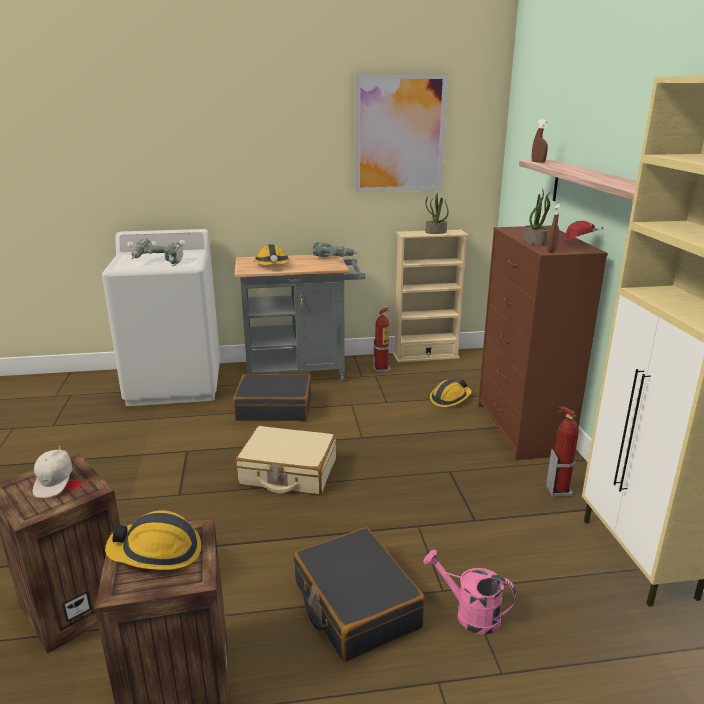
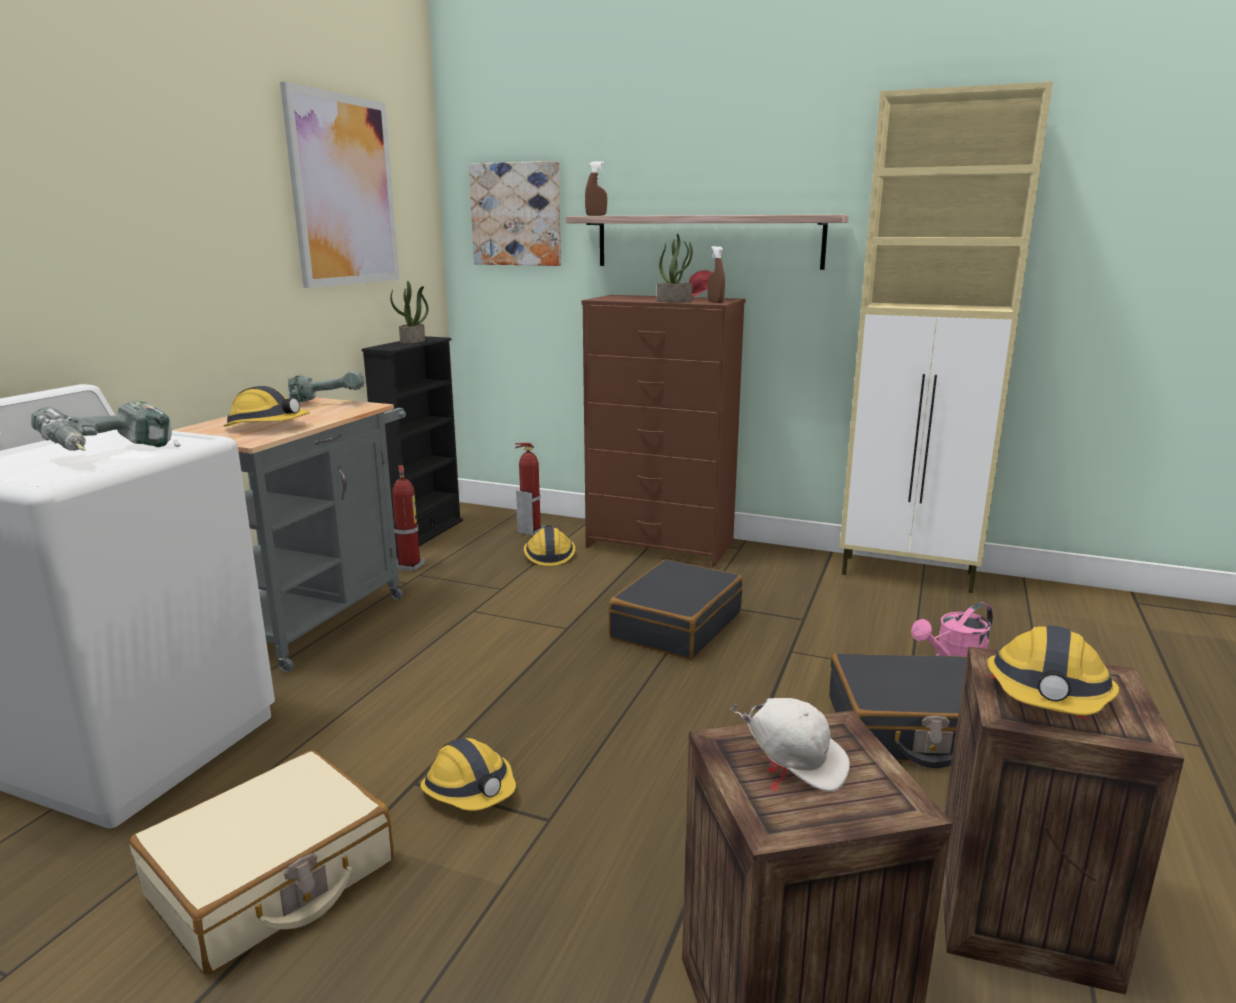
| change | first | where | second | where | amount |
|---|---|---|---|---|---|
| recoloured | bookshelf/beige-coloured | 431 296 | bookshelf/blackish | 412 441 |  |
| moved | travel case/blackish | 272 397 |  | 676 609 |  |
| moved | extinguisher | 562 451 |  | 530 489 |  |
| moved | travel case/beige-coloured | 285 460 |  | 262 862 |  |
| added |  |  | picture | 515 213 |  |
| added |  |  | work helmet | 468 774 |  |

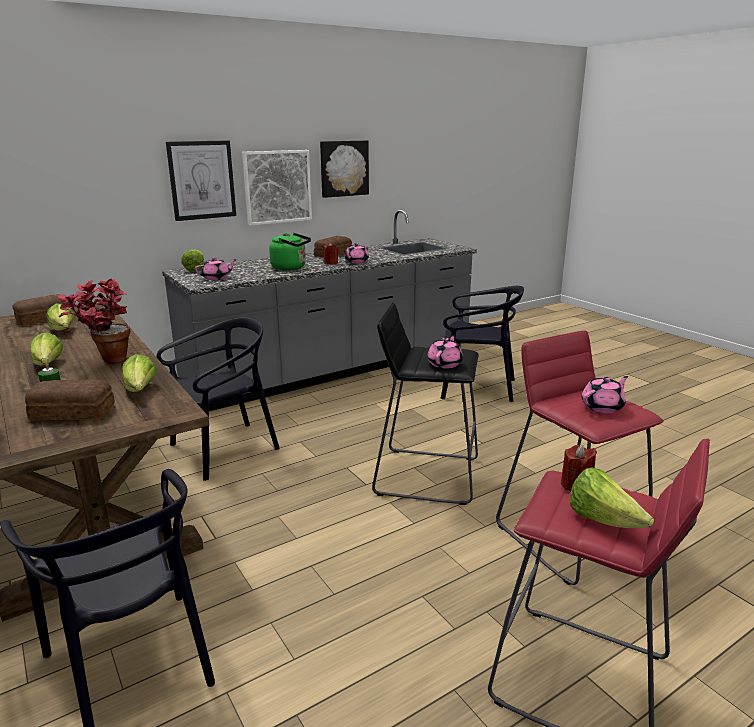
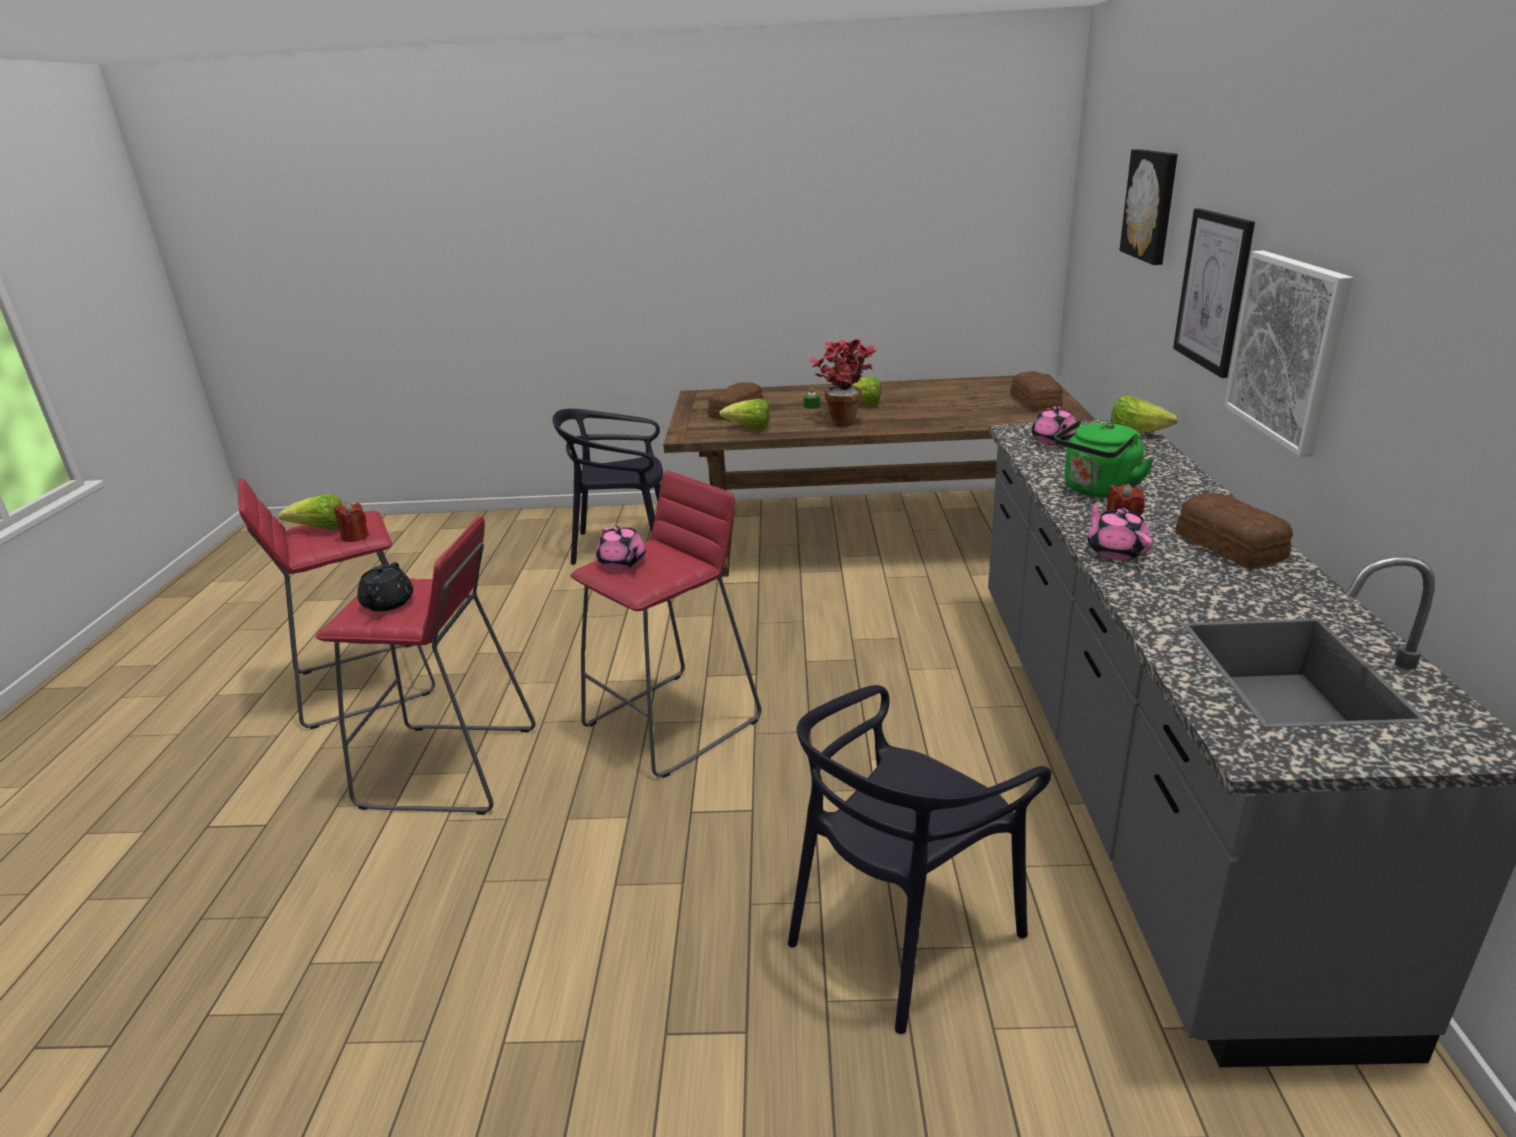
| change | first | where | second | where | amount |
|---|---|---|---|---|---|
| moved | picture | 344 169 |  | 1148 207 |  |
| recoloured | stool seat/blackish | 425 404 | stool seat/reddish | 665 624 |  |
| removed | lettuce head | 60 317 |  |  |  |
| removed | plain chair/blackish | 218 399 |  |  |  |
| recoloured | teapot/pink-coloured | 604 394 | teapot/blackish | 385 587 |  |

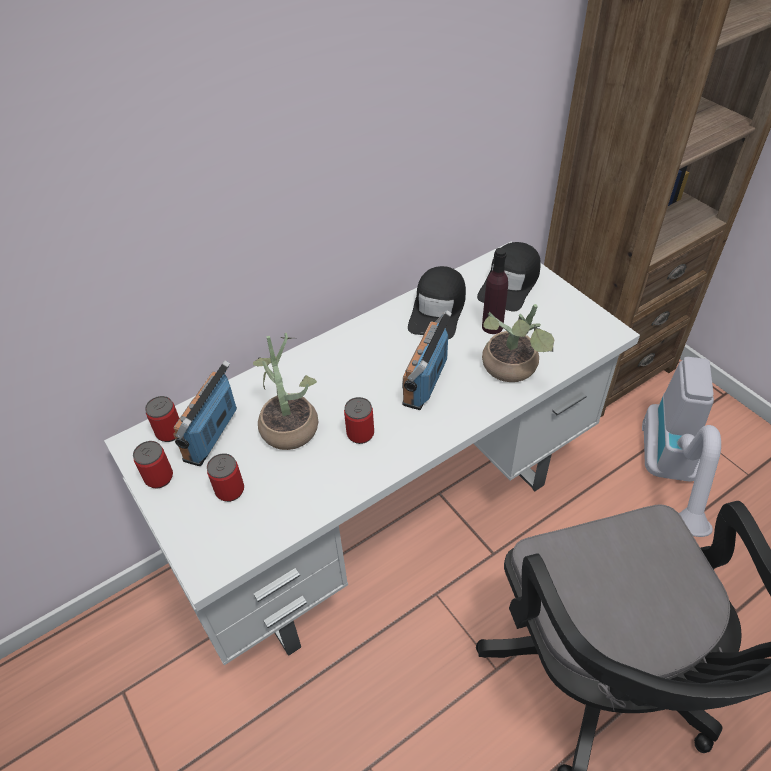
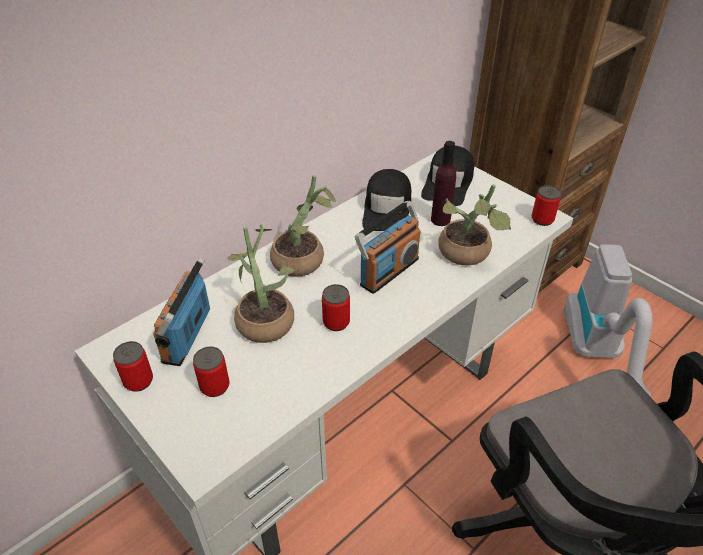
| change | first | where | second | where | amount |
|---|---|---|---|---|---|
| turned | radio | 427 360 |  | 387 247 | 150 degrees counterclockwise |
| moved | metal can | 162 419 |  | 546 205 |  |
| added |  |  | houseplant | 303 226 |  |

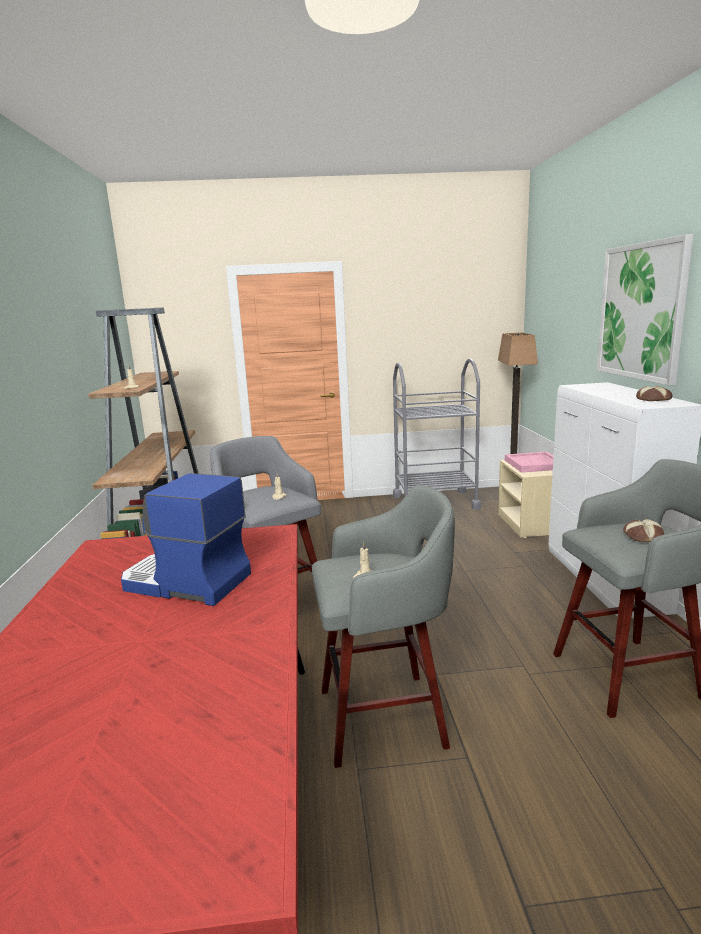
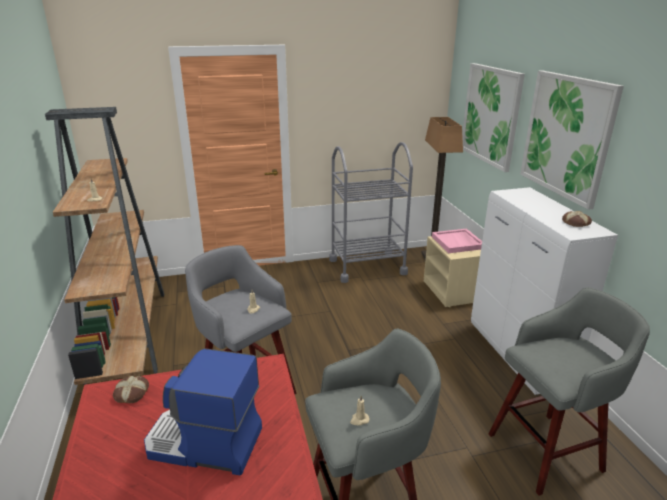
| change | first | where | second | where | amount |
|---|---|---|---|---|---|
| moved | baked bread | 643 530 |  | 131 389 |  |
| added |  |  | picture | 493 117 |  |

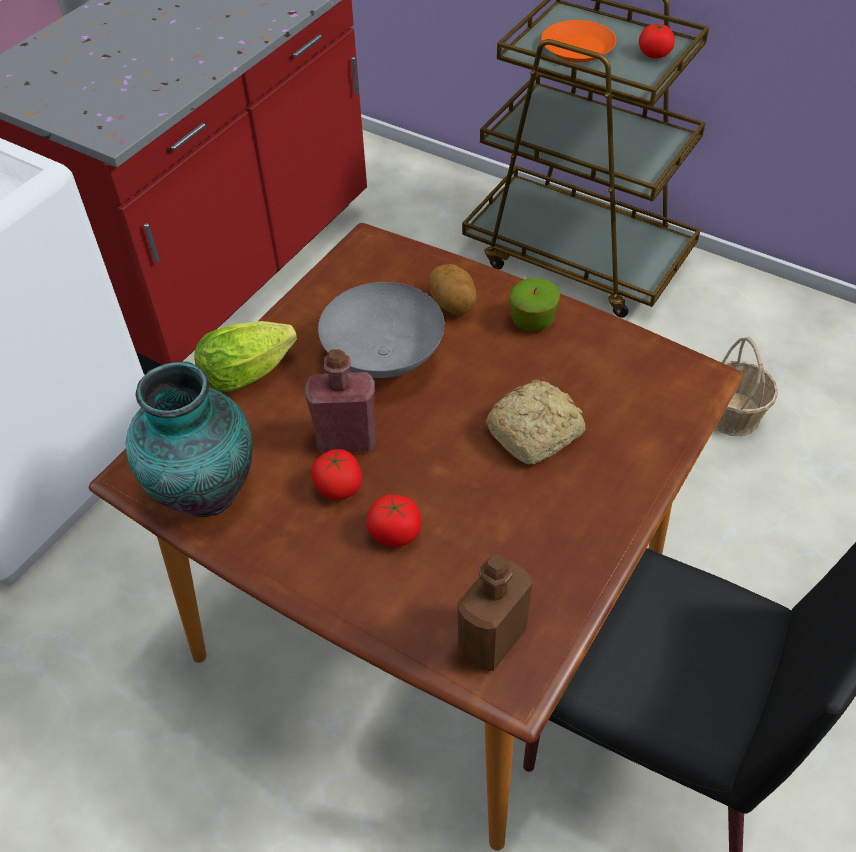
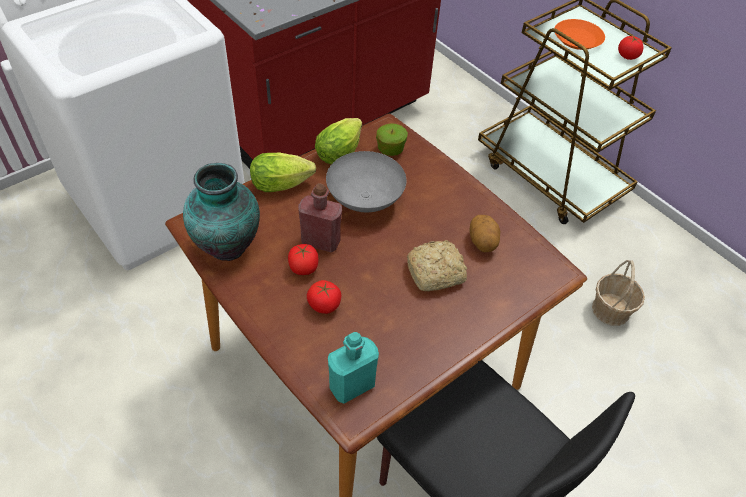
| change | first | where | second | where | amount |
|---|---|---|---|---|---|
| moved | spud | 452 289 |  | 484 233 |  |
| moved | apple fruit | 534 304 |  | 392 139 |  |
| recoloured | beverage bottle/brown | 494 612 | beverage bottle/turquoise | 353 368 |  |
| added |  |  | lettuce head | 338 141 |  |

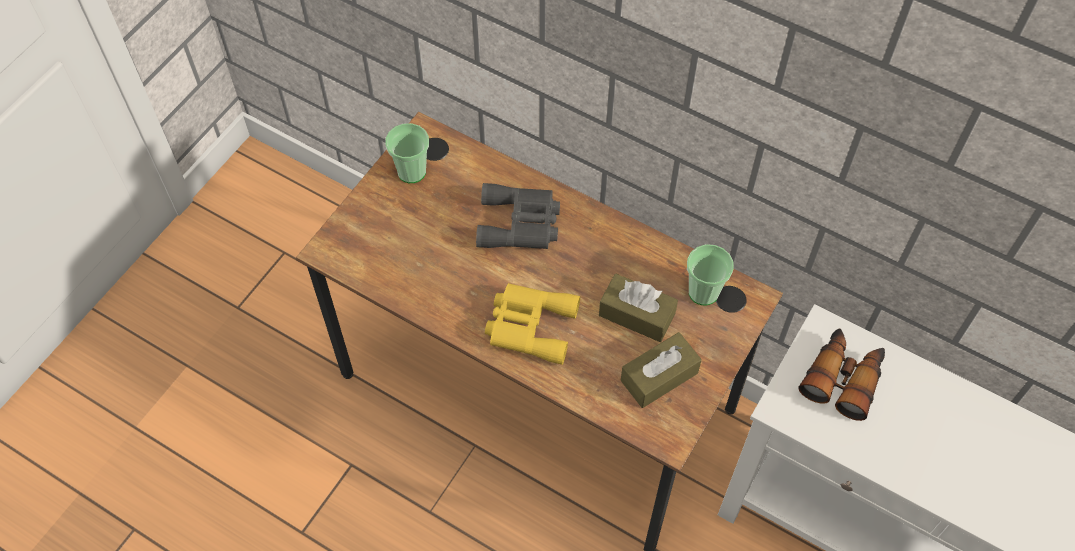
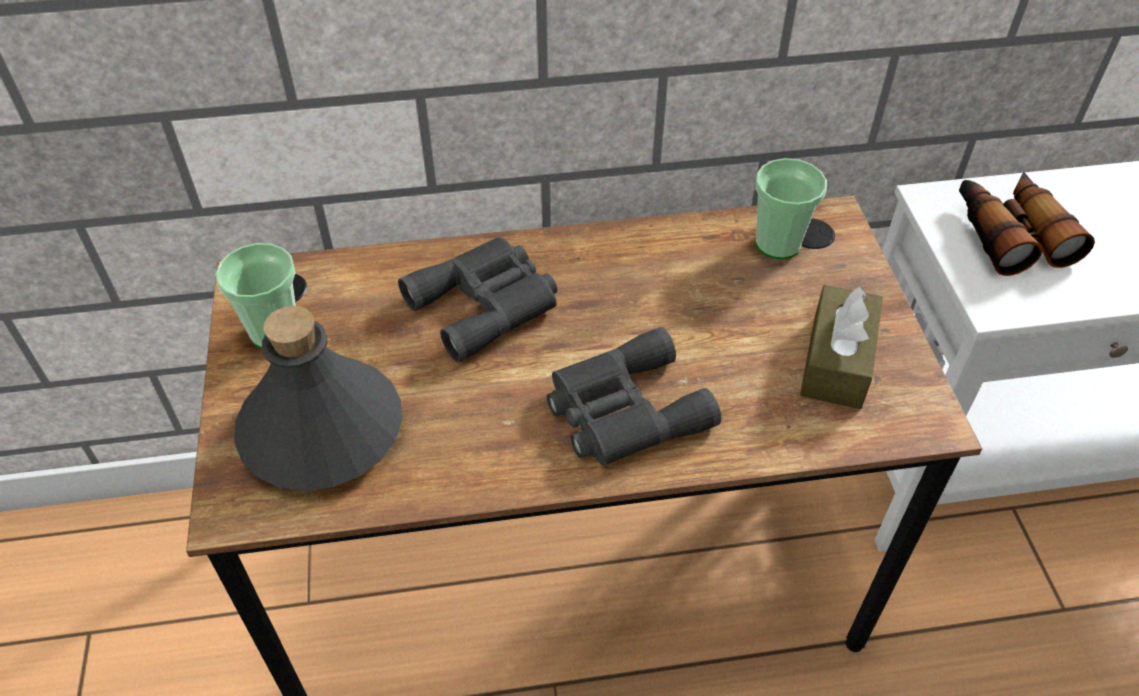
| change | first | where | second | where | amount |
|---|---|---|---|---|---|
| removed | box of tissues/brown | 638 308 |  |  |  |
| recoloured | field glasses/yellow-coloured | 532 324 | field glasses/greyish | 634 396 |  |
| added |  |  | beverage bottle/greyish | 318 398 |  |

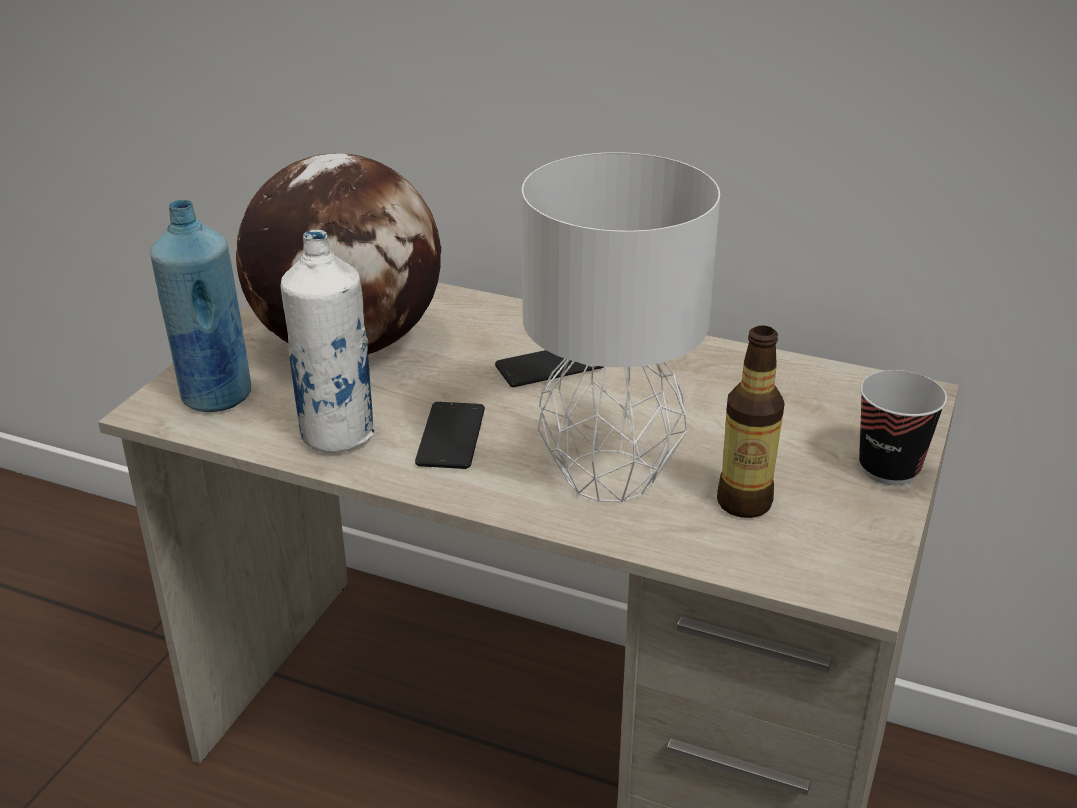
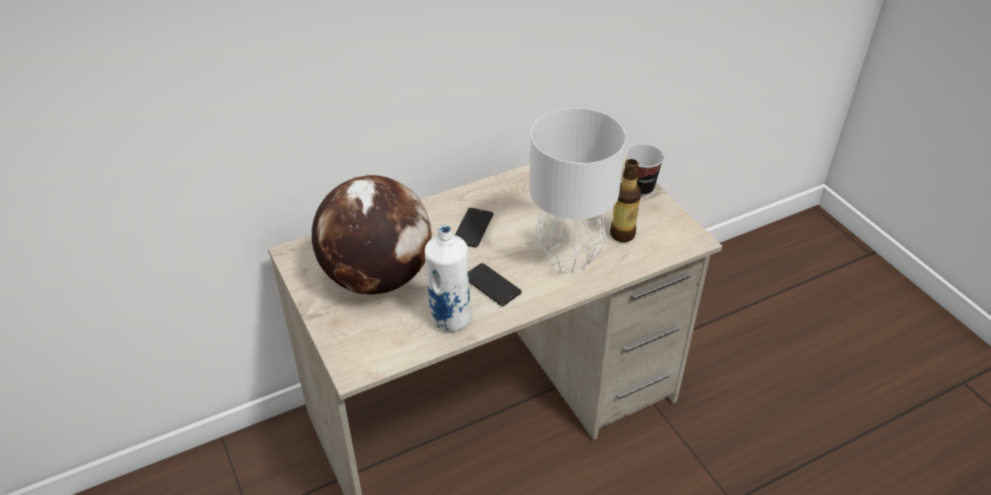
| change | first | where | second | where | amount |
|---|---|---|---|---|---|
| removed | beverage bottle/bluish | 200 306 |  |  |  |

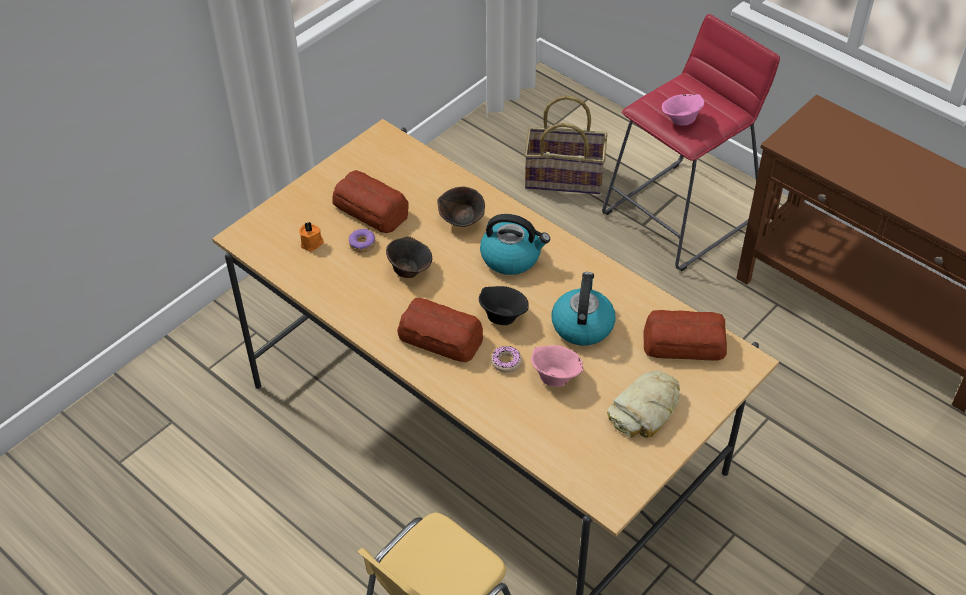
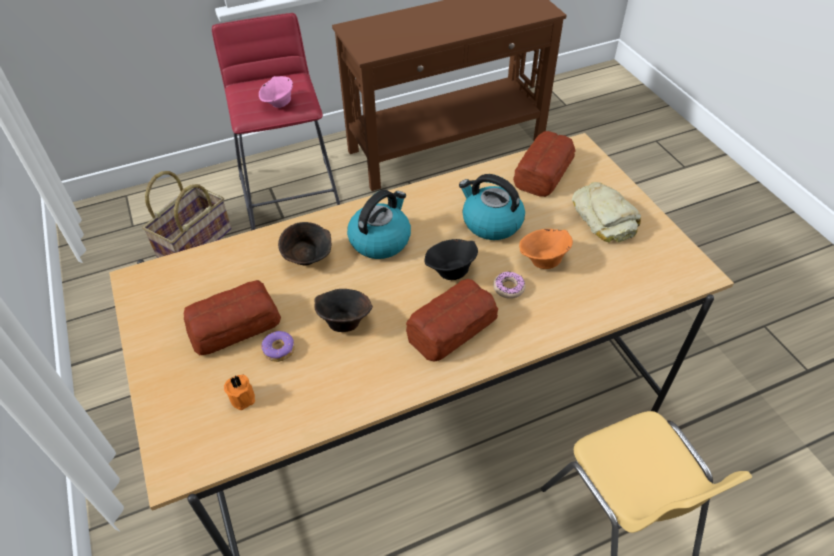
| change | first | where | second | where | amount |
|---|---|---|---|---|---|
| recoloured | deep dish/pink-coloured | 557 366 | deep dish/orangey | 546 249 |  |

